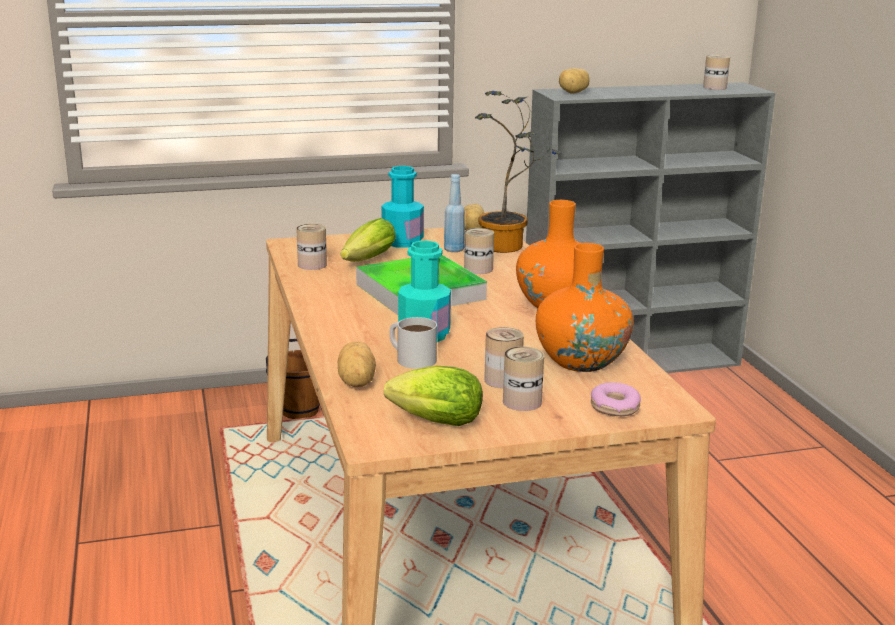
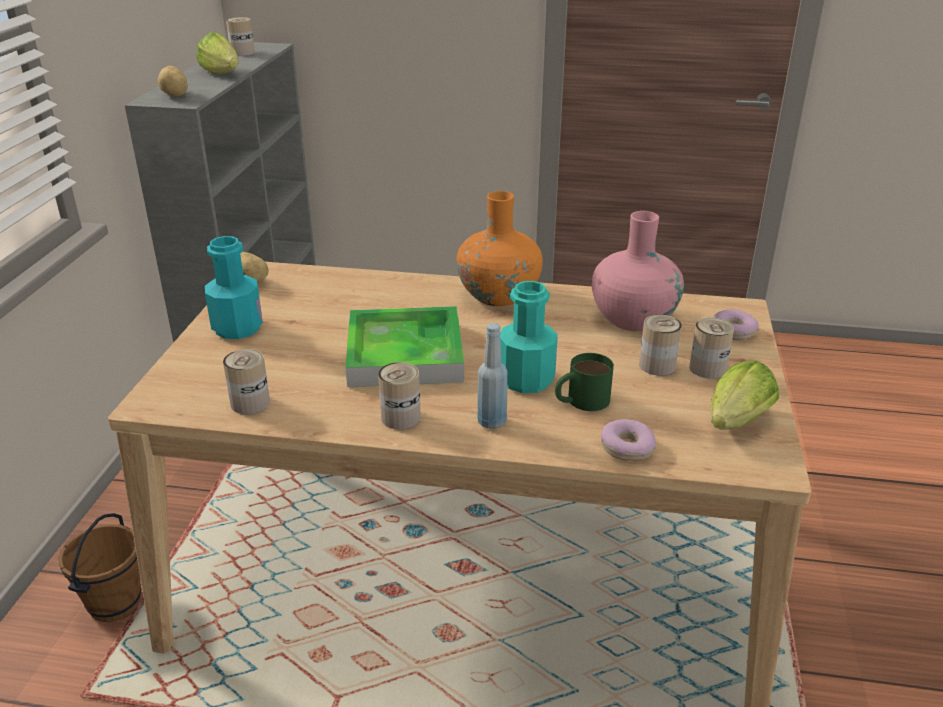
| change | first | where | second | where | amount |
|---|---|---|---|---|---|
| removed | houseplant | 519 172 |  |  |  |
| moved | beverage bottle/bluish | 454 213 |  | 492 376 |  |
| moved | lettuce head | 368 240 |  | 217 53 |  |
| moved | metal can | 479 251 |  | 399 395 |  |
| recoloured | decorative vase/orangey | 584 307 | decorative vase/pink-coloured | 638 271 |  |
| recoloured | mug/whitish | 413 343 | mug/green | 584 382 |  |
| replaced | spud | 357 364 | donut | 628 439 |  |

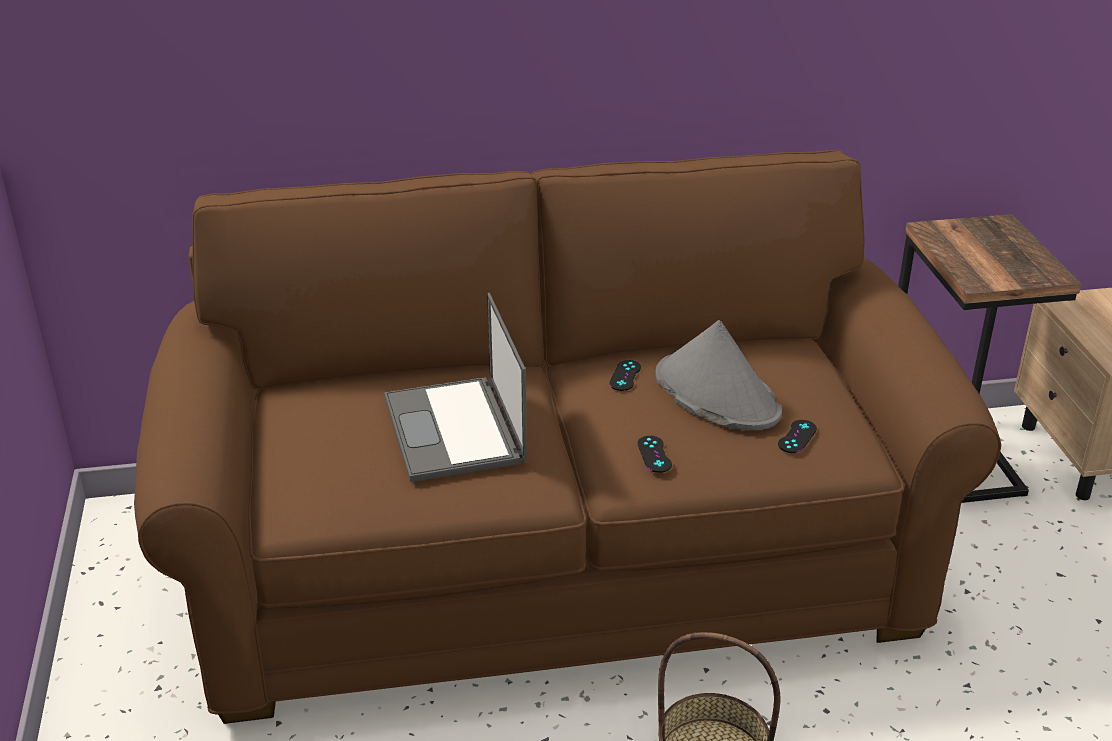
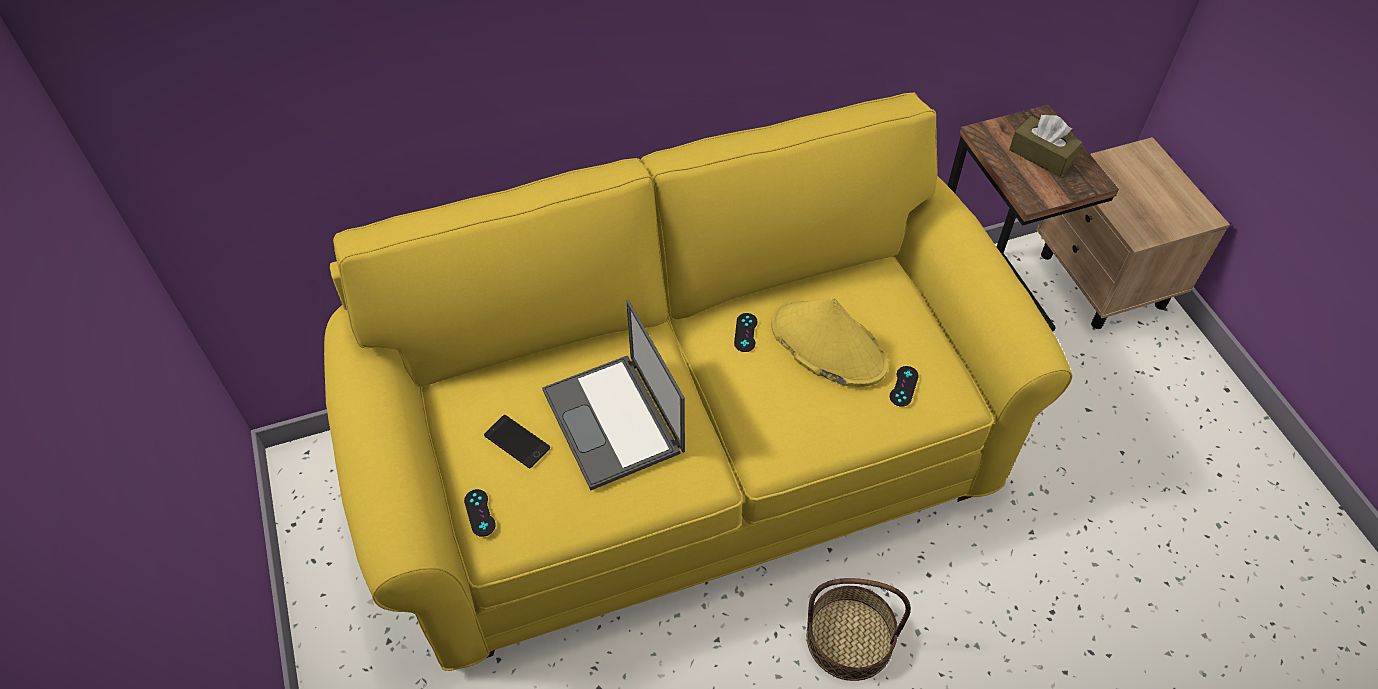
| change | first | where | second | where | amount |
|---|---|---|---|---|---|
| recoloured | settee/brown | 567 437 | settee/yellow-coloured | 698 382 |  |
| recoloured | clothing hat/greyish | 718 375 | clothing hat/yellow-coloured | 829 342 |  |
| moved | joypad/blackish | 654 454 |  | 480 513 |  |
| added |  |  | box of tissues/brown | 1046 146 |  |
| added |  |  | telephone | 517 442 |  |

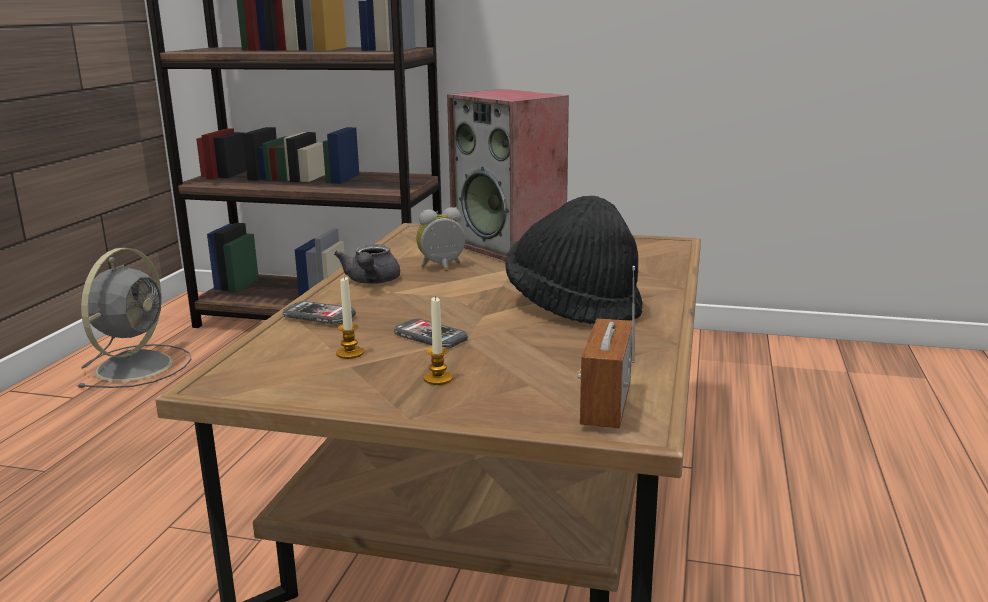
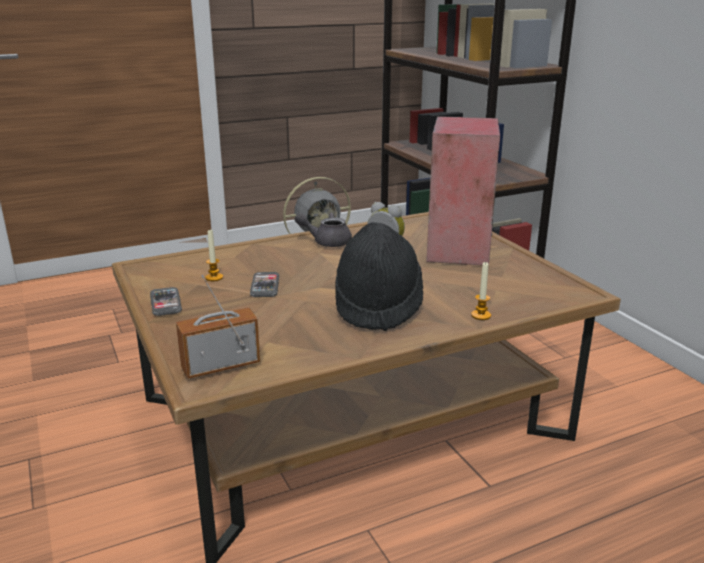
| change | first | where | second | where | amount |
|---|---|---|---|---|---|
| turned | teapot/greyish | 367 264 |  | 323 230 | 45 degrees clockwise |
| moved | wax light | 438 340 |  | 481 291 |  |
| moved | telephone | 319 312 |  | 166 301 |  |

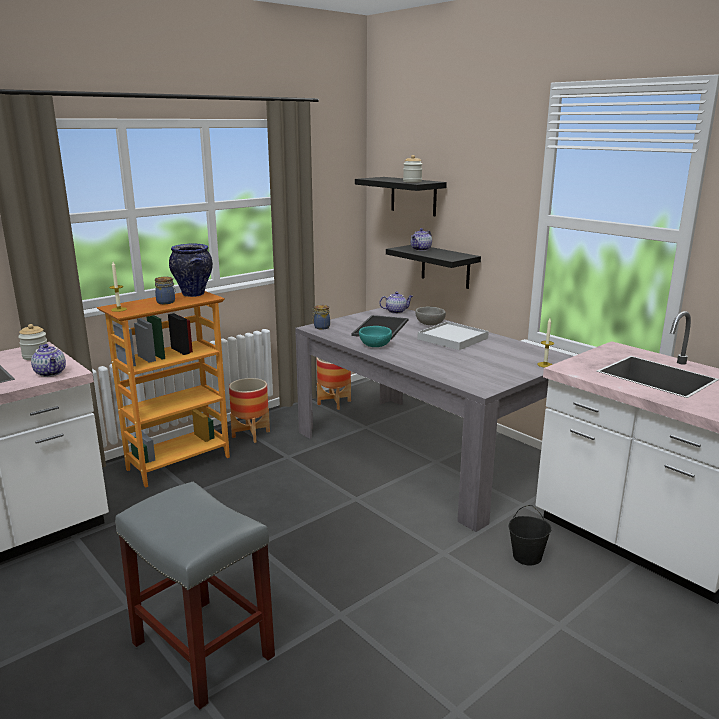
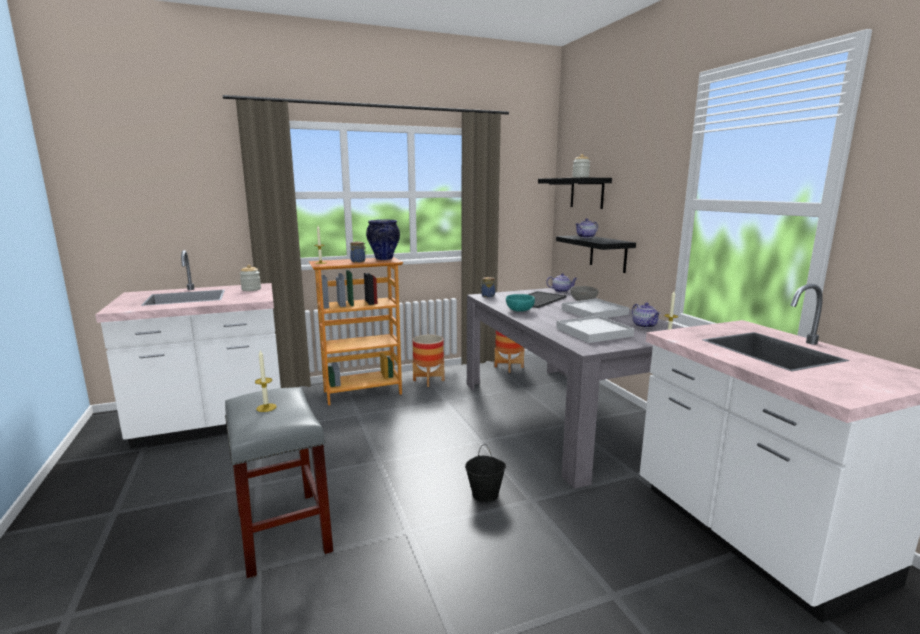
| change | first | where | second | where | amount |
|---|---|---|---|---|---|
| moved | teapot | 48 360 |  | 646 315 |  |
| moved | bucket/blackish | 530 535 |  | 485 473 |  |
| added |  |  | carrying tray/whitish | 595 329 |  |
| added |  |  | wax light | 265 381 |  |

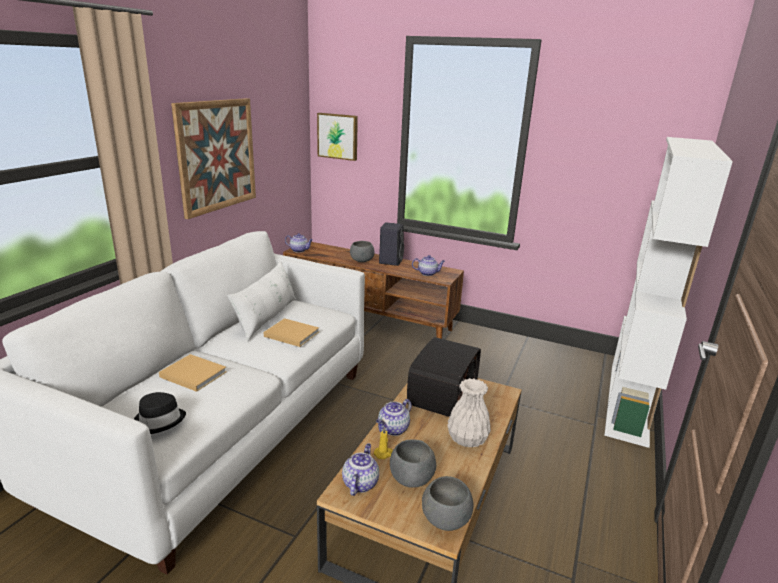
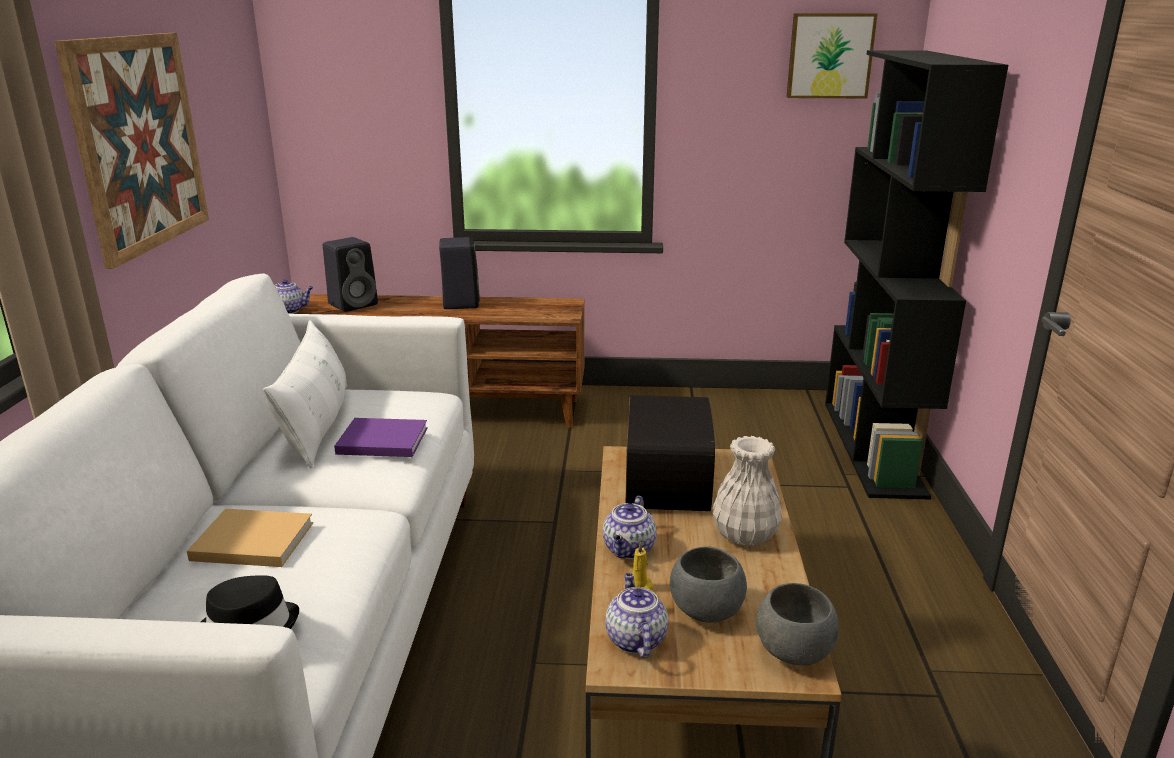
| change | first | where | second | where | amount |
|---|---|---|---|---|---|
| moved | picture | 337 137 |  | 832 55 |  |
| recoloured | bookshelf/whitish | 668 292 | bookshelf/blackish | 916 275 |  |
| removed | deep dish/greyish | 362 251 |  |  |  |
| removed | teapot | 428 265 |  |  |  |
| recoloured | volume/beige-coloured | 291 332 | volume/purplish | 381 437 |  |
| added |  |  | audio speaker/blackish | 350 274 |  |

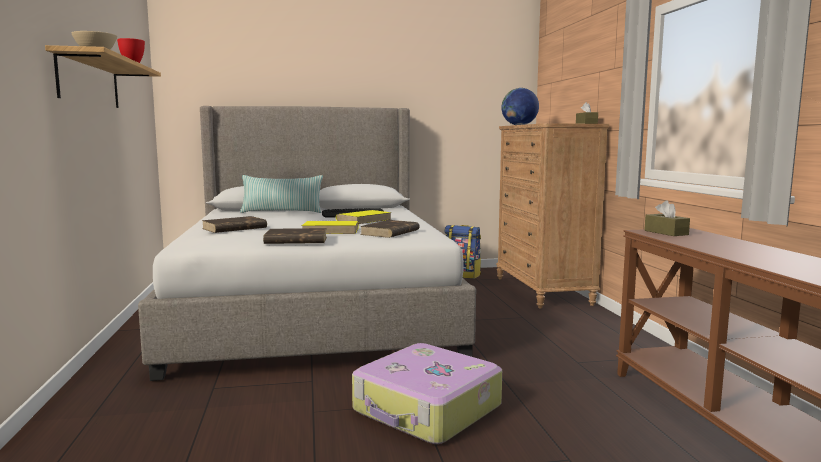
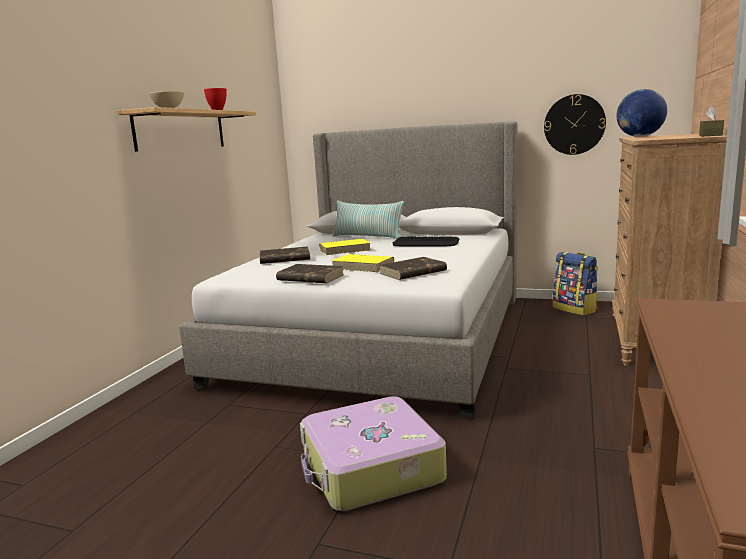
| change | first | where | second | where | amount |
|---|---|---|---|---|---|
| removed | box of tissues/brown | 667 218 |  |  |  |
| moved | volume/yellow-coloured | 364 217 |  | 344 247 |  |
| added |  |  | clock on the wall | 575 124 |  |

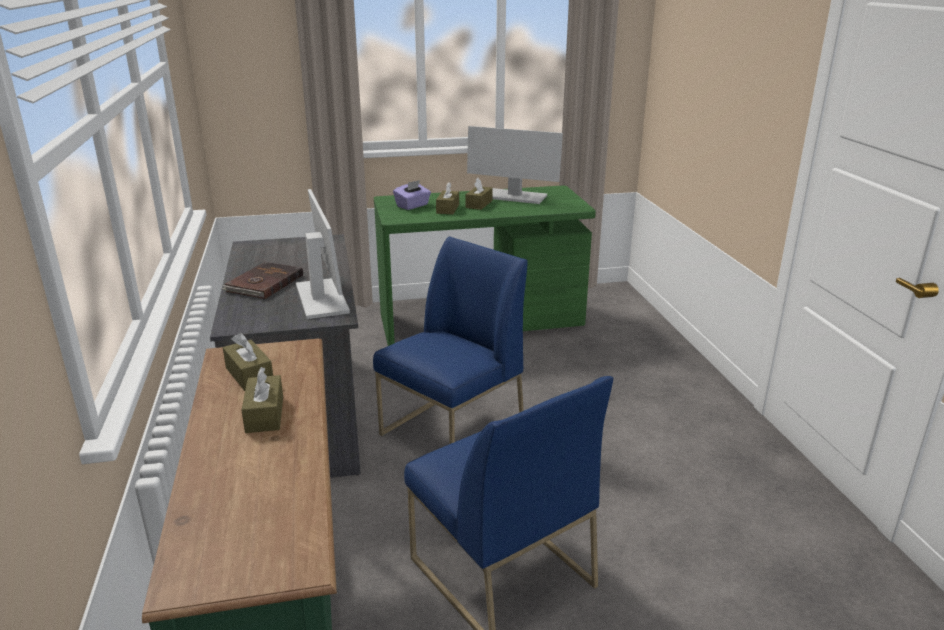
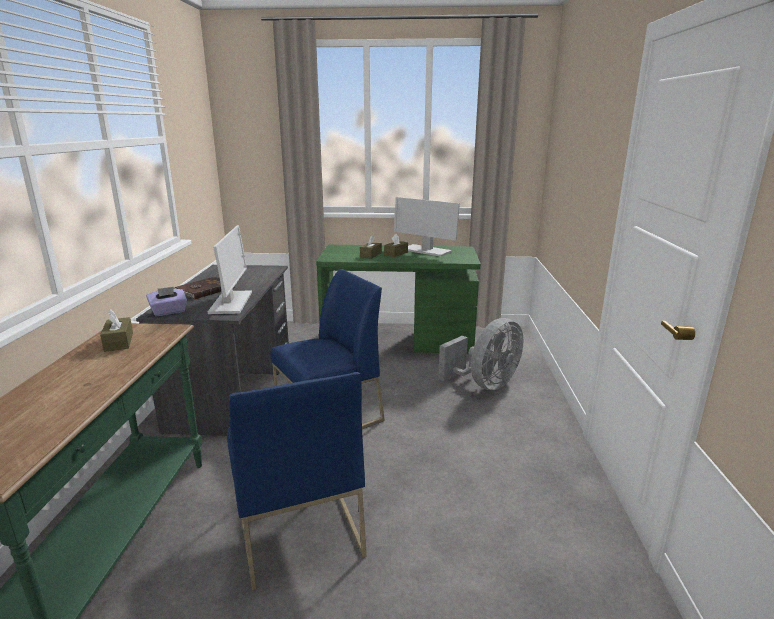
| change | first | where | second | where | amount |
|---|---|---|---|---|---|
| moved | box of tissues/purplish | 412 195 |  | 166 301 |  |
| removed | box of tissues/brown | 262 400 |  |  |  |
| added |  |  | cooling fan/greyish | 480 354 |  |

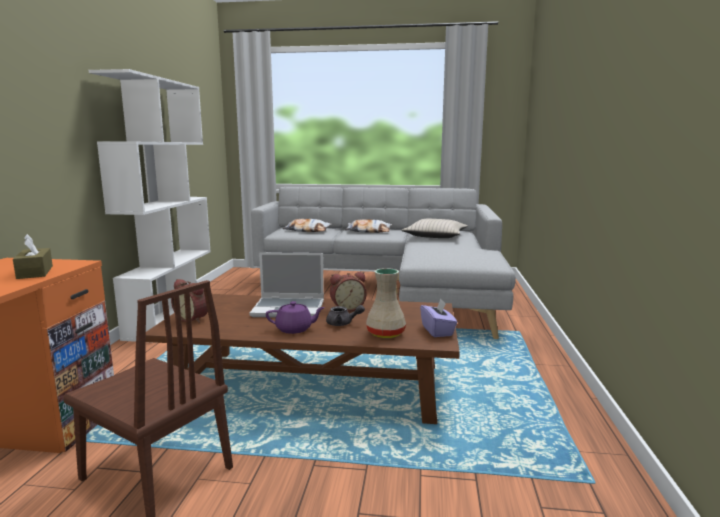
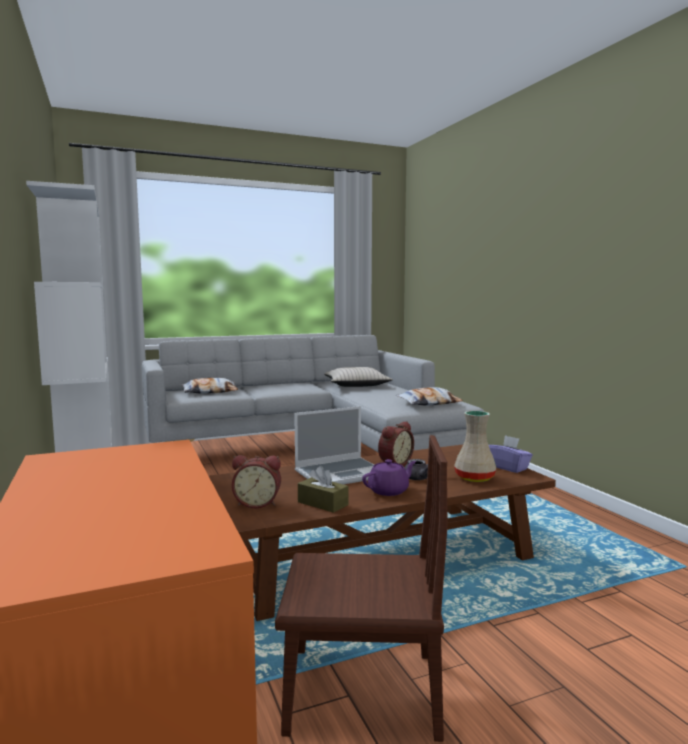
| change | first | where | second | where | amount |
|---|---|---|---|---|---|
| moved | throw pillow | 368 226 |  | 429 396 |  |
| moved | box of tissues/brown | 33 256 |  | 323 489 |  |

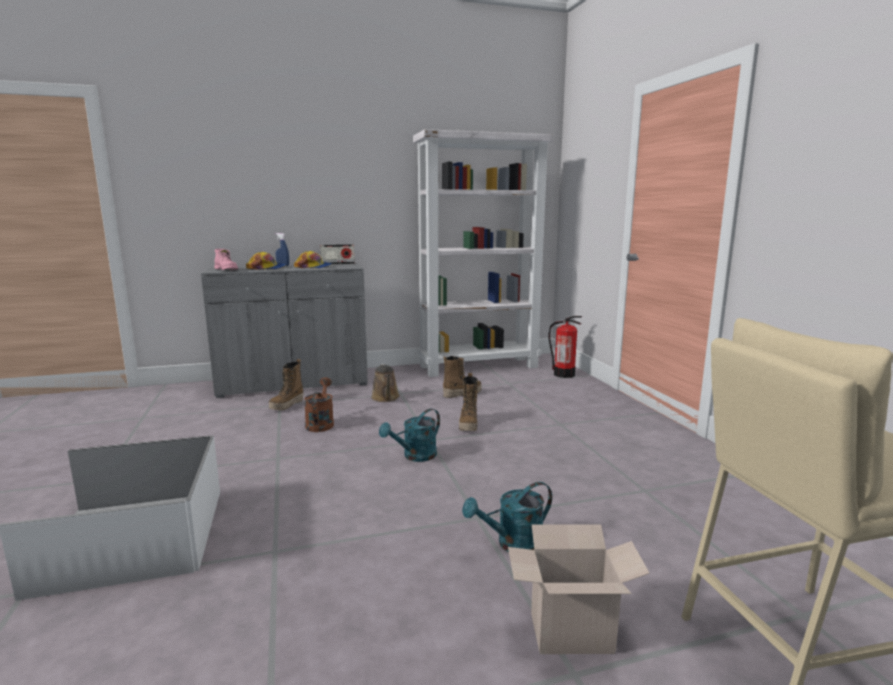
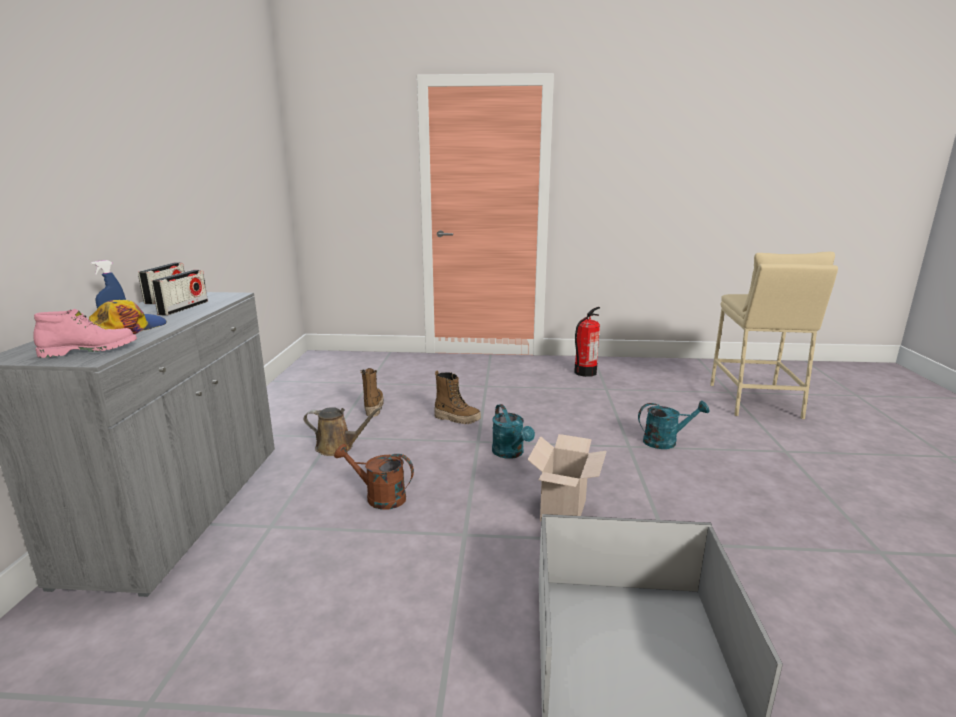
| change | first | where | second | where | amount |
|---|---|---|---|---|---|
| removed | bookshelf/whitish | 483 253 |  |  |  |
| replaced | cap | 313 259 | radio | 179 293 |  |
| moved | extinguisher | 565 347 |  | 587 342 |  |
| removed | tall boot | 286 385 |  |  |  |
| turned | sprinkling can/turquoise | 507 517 |  | 673 425 | 90 degrees counterclockwise |
| moved | cardboard box | 579 589 |  | 567 477 |  |

